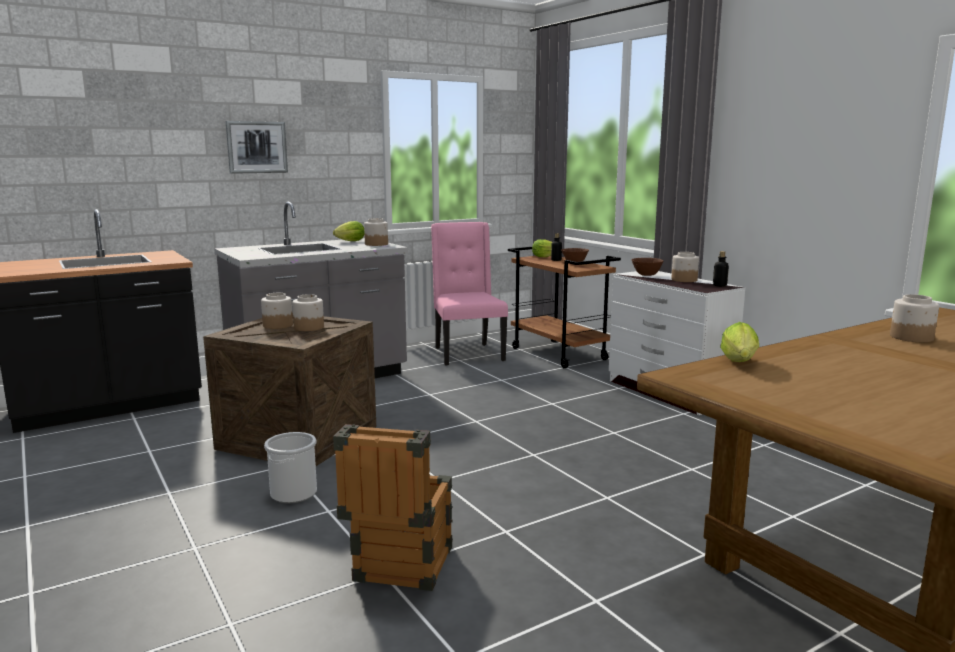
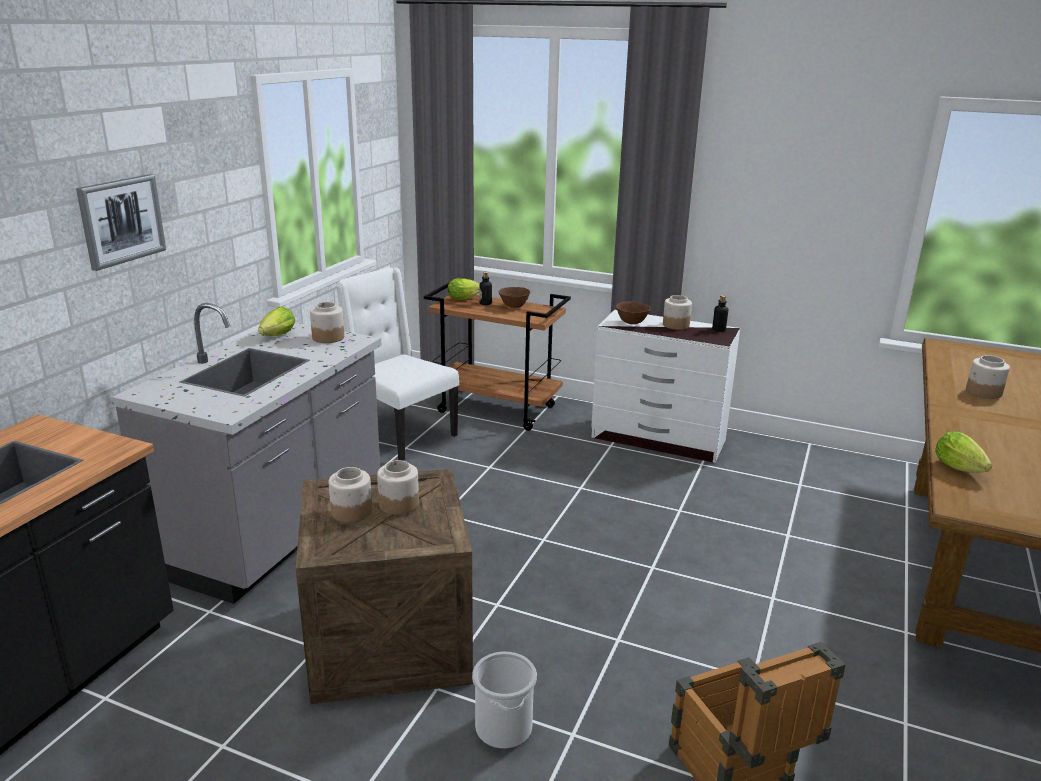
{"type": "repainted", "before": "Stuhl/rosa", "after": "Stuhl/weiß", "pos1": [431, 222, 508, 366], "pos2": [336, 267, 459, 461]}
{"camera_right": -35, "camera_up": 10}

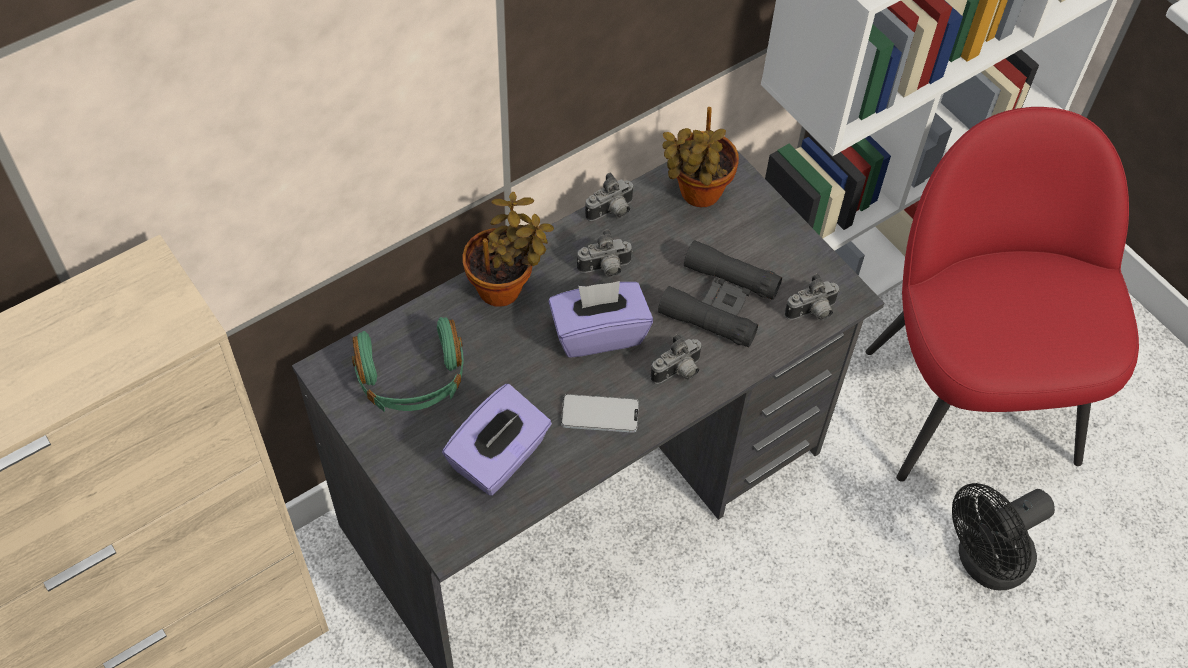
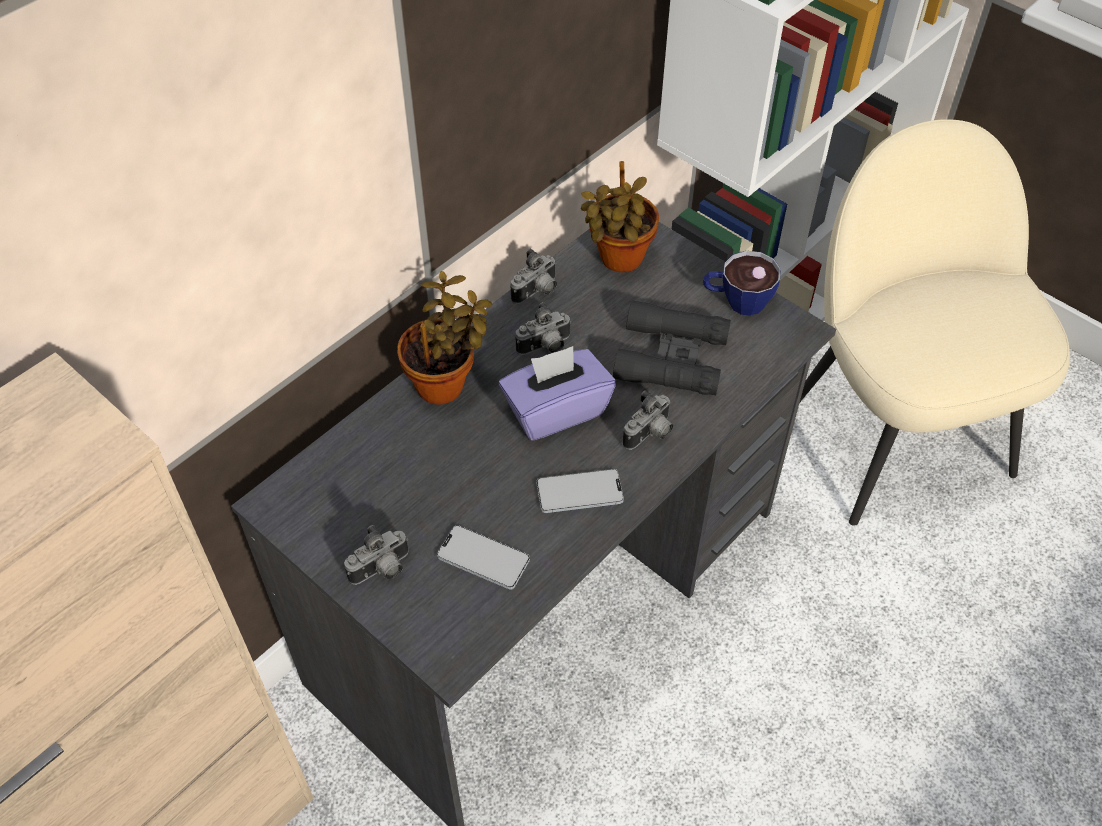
{"type": "gone", "before": "Kopfhörer/grün", "pos1": [352, 317, 464, 412]}
{"type": "swapped", "before": "Taschentuchbox/lila", "after": "Handy", "pos1": [442, 384, 552, 496], "pos2": [437, 525, 530, 590]}
{"type": "shifted", "before": "Kamera", "pos1": [784, 273, 840, 321], "pos2": [344, 525, 409, 585]}
{"type": "repainted", "before": "Stuhl/rot", "after": "Stuhl/beige", "pos1": [866, 107, 1139, 481], "pos2": [800, 119, 1070, 526]}
{"type": "gone", "before": "Ventilator/schwarz", "pos1": [952, 483, 1055, 590]}
{"type": "new", "after": "Tasse", "pos2": [703, 251, 781, 316]}
{"camera_right": -10, "camera_up": -5}

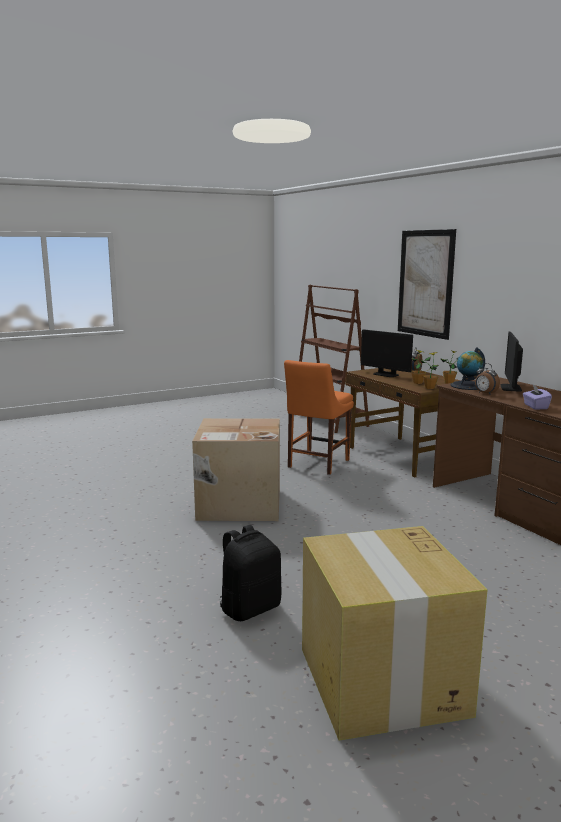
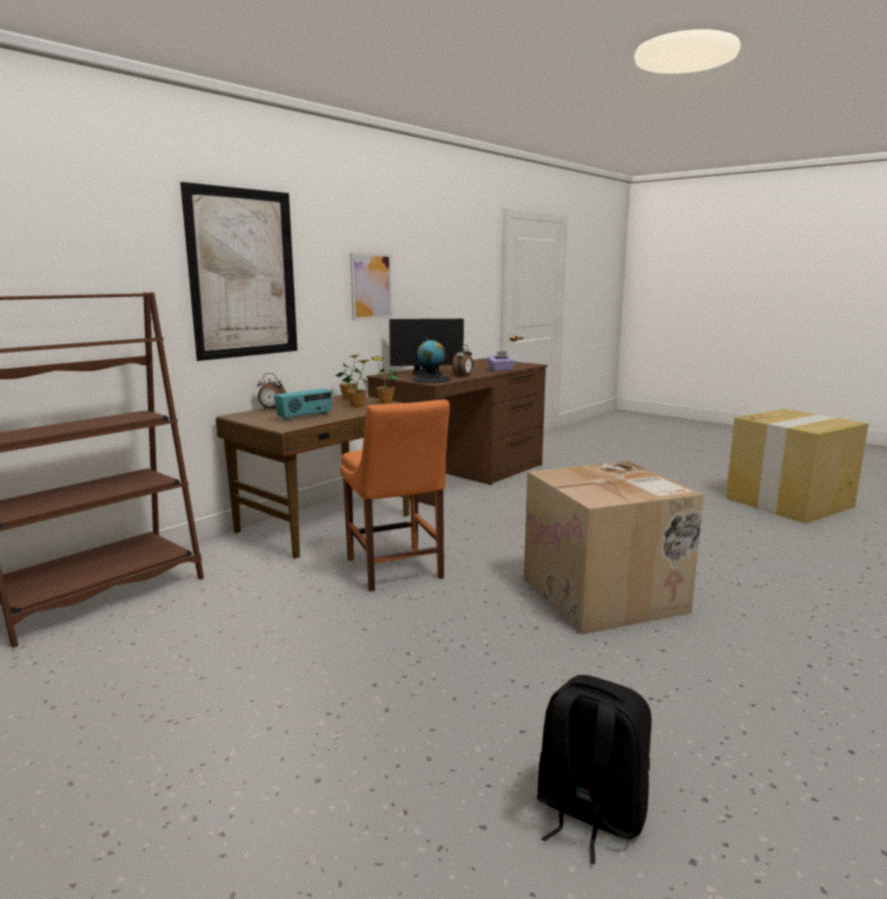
{"type": "shifted", "before": "Rucksack/schwarz", "pos1": [220, 525, 281, 621], "pos2": [536, 675, 652, 864]}
{"type": "rotated", "before": "Stuhl/orange", "pos1": [284, 360, 354, 475], "pos2": [340, 400, 450, 591], "turn": 60}
{"type": "swapped", "before": "Monitor", "after": "Radio", "pos1": [361, 329, 413, 377], "pos2": [274, 388, 332, 421]}
{"type": "new", "after": "Bild", "pos2": [350, 253, 392, 321]}
{"camera_right": -110, "camera_up": 0}

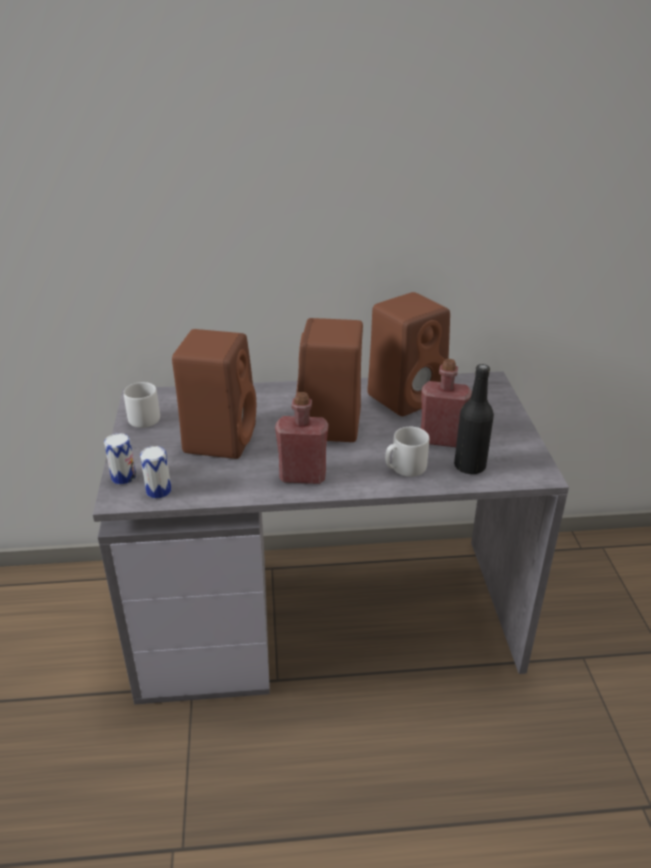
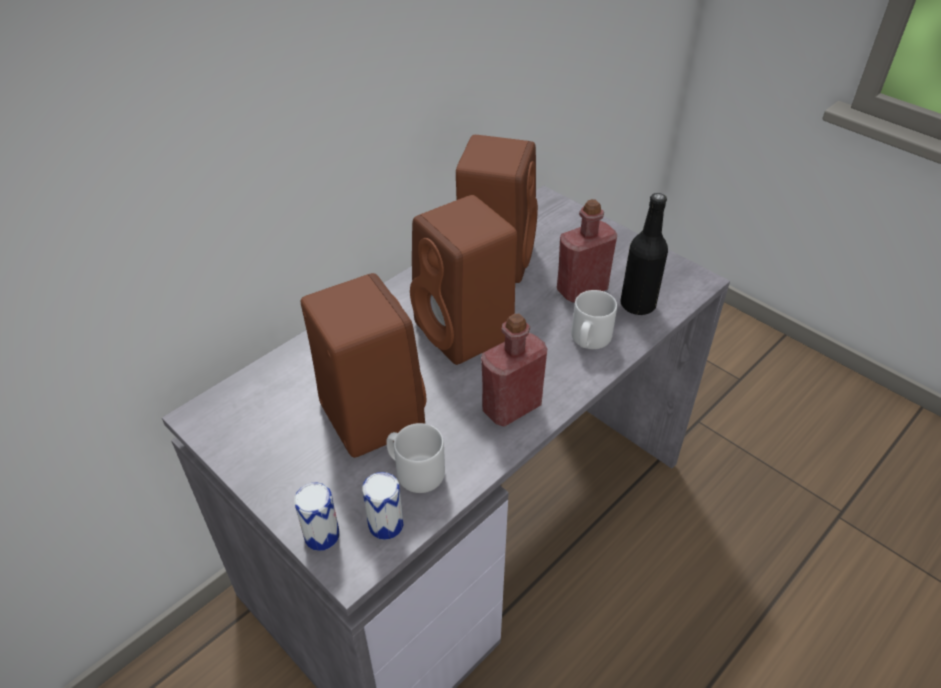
{"type": "shifted", "before": "Henkelbecher/grau", "pos1": [123, 382, 160, 428], "pos2": [386, 423, 445, 493]}
{"camera_right": -40, "camera_up": 10}

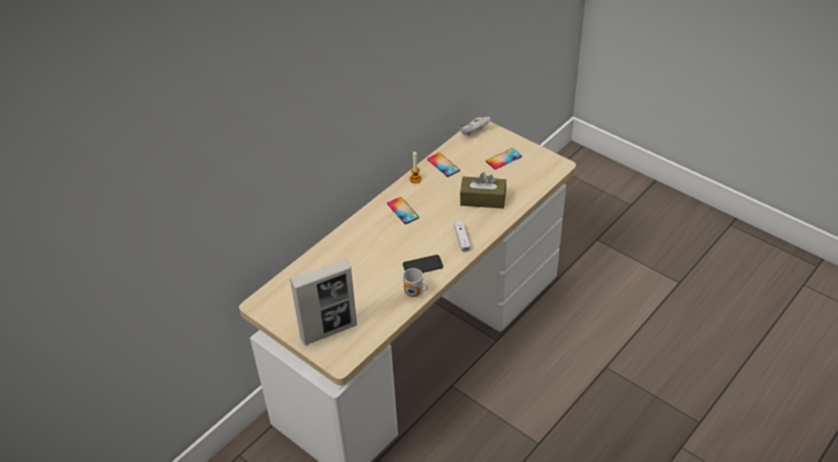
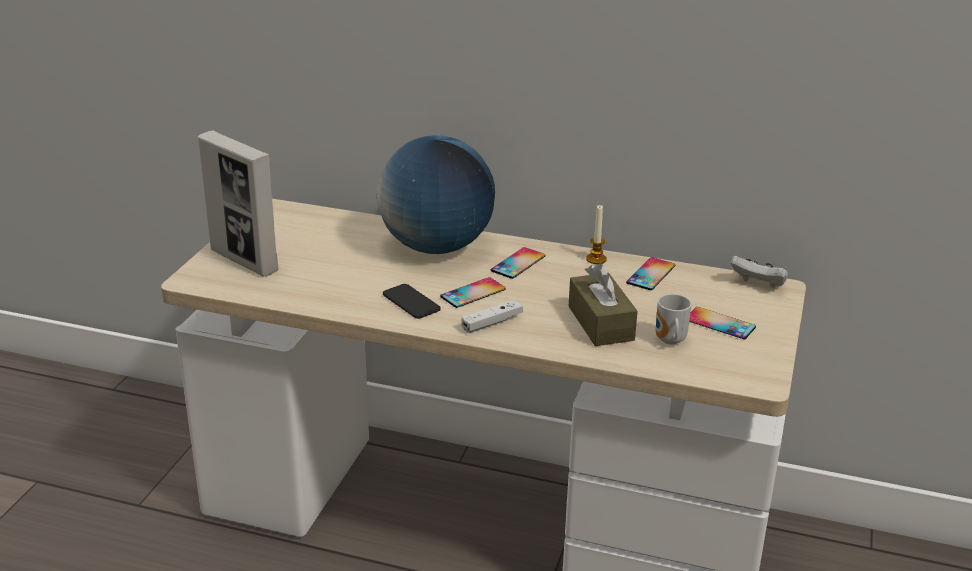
{"type": "shifted", "before": "Henkelbecher", "pos1": [403, 268, 428, 297], "pos2": [656, 294, 692, 345]}
{"type": "new", "after": "Globus", "pos2": [377, 135, 495, 254]}
{"type": "new", "after": "Handy", "pos2": [440, 277, 506, 308]}
{"camera_right": 65, "camera_up": -15}

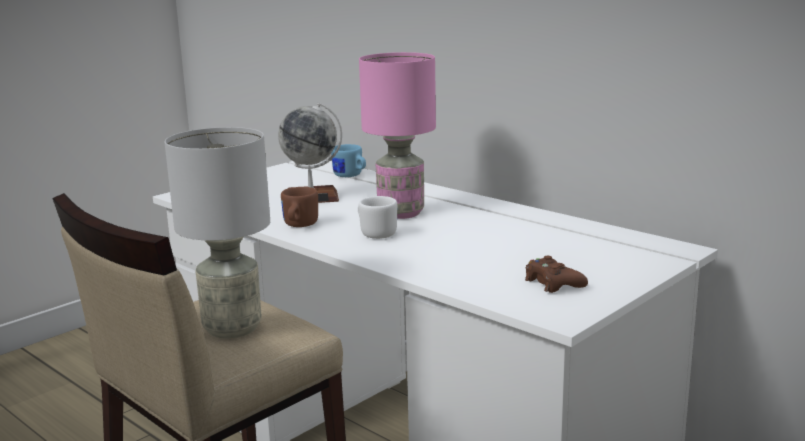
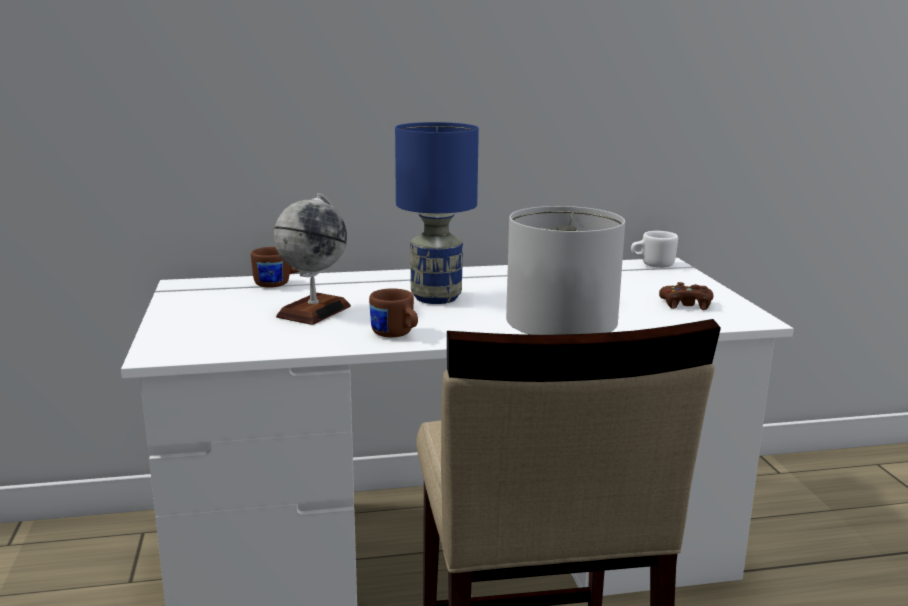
{"type": "repainted", "before": "Henkelbecher/blau", "after": "Henkelbecher/braun", "pos1": [331, 144, 366, 177], "pos2": [251, 247, 299, 288]}
{"type": "shifted", "before": "Henkelbecher/weiß", "pos1": [358, 196, 397, 239], "pos2": [631, 231, 678, 268]}
{"type": "repainted", "before": "Tischlampe/rosa", "after": "Tischlampe/blau", "pos1": [359, 52, 436, 219], "pos2": [395, 122, 479, 304]}
{"camera_right": -55, "camera_up": 0}

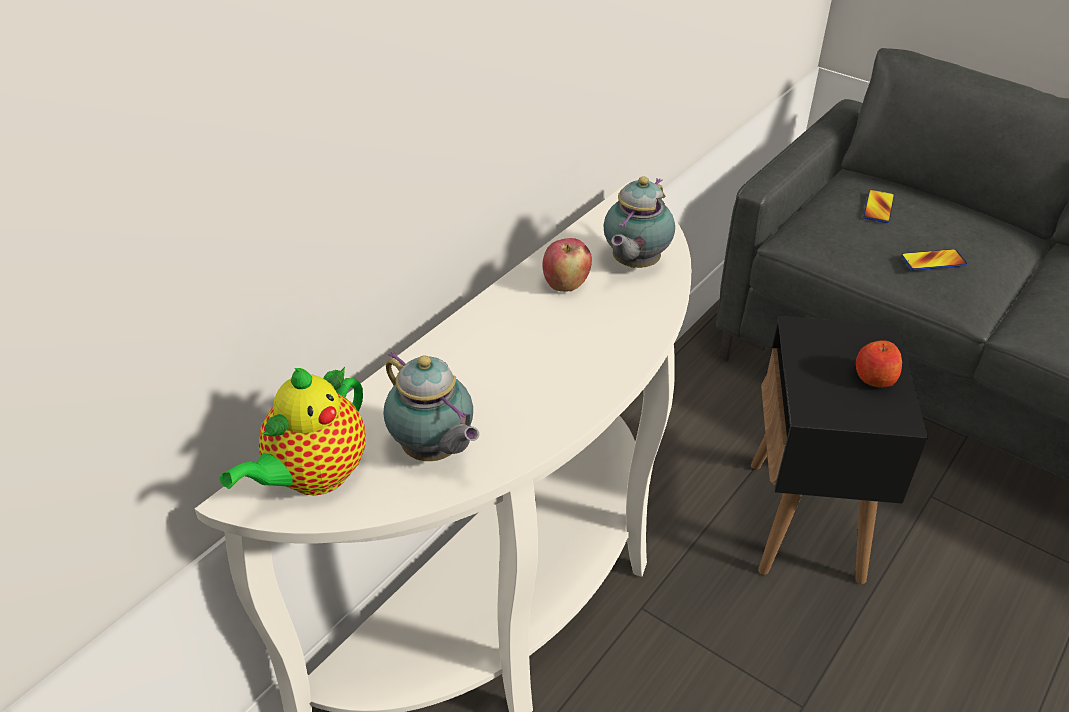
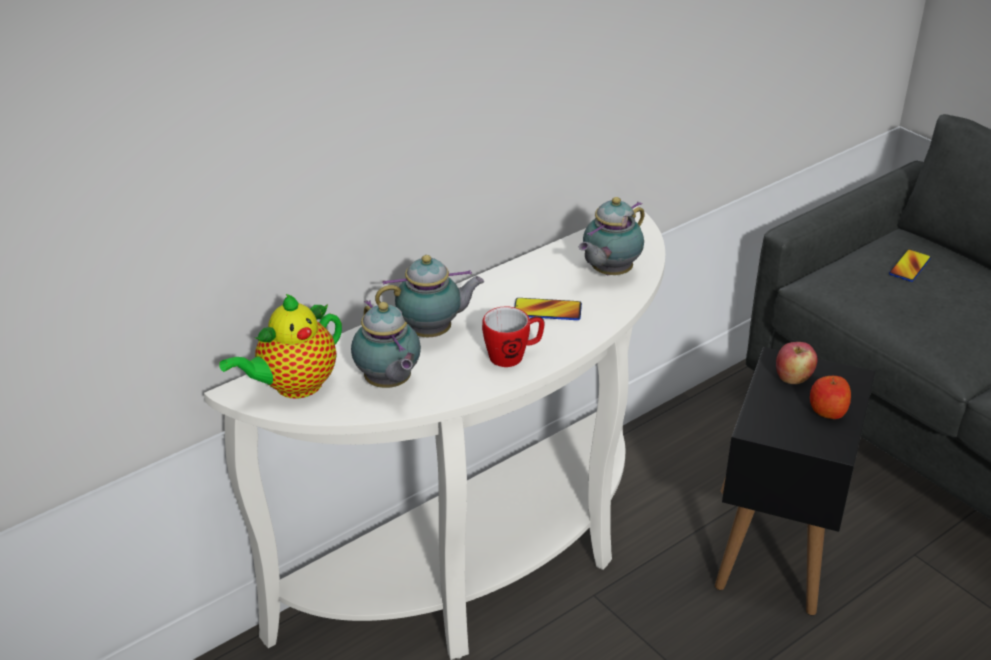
{"type": "shifted", "before": "Apfel", "pos1": [542, 238, 592, 292], "pos2": [776, 342, 817, 384]}
{"type": "shifted", "before": "Handy", "pos1": [901, 249, 967, 270], "pos2": [514, 298, 582, 320]}
{"type": "new", "after": "Teekanne", "pos2": [375, 255, 484, 337]}
{"type": "new", "after": "Henkelbecher", "pos2": [482, 307, 545, 367]}
{"camera_right": 15, "camera_up": -5}

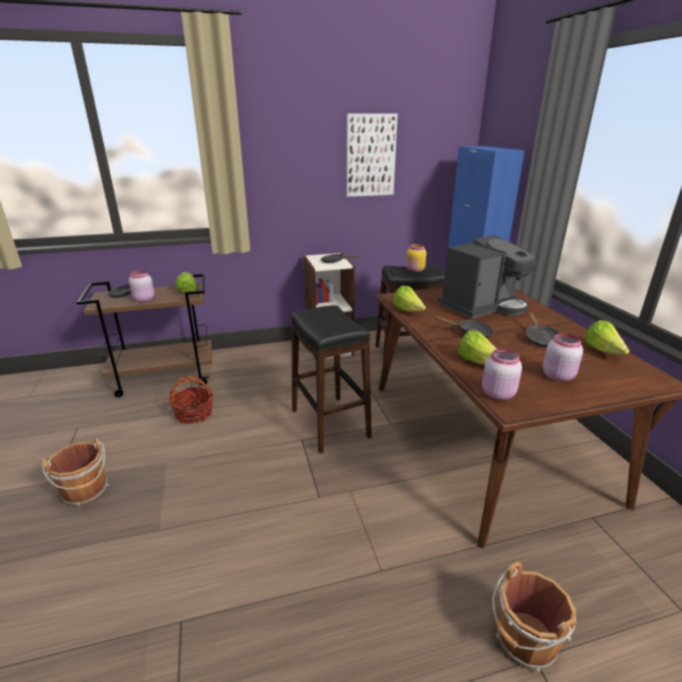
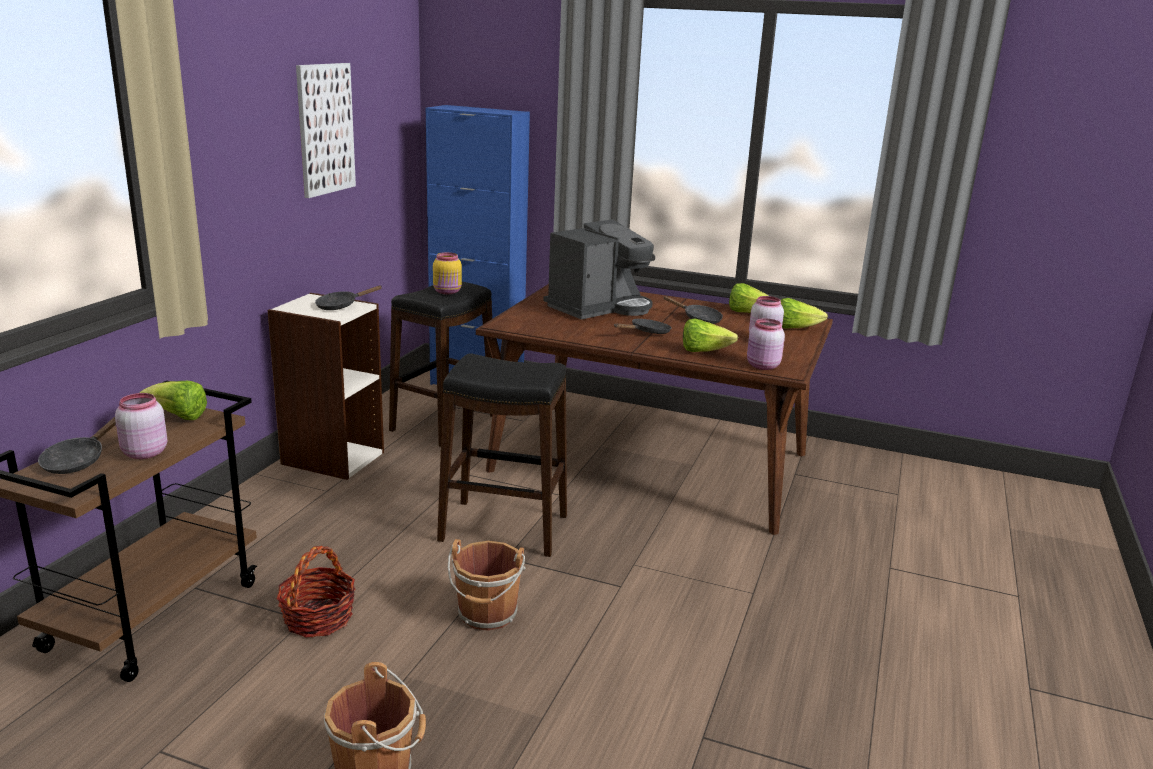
{"type": "shifted", "before": "Salatkopf", "pos1": [393, 286, 426, 312], "pos2": [781, 298, 828, 329]}
{"type": "rotated", "before": "Kaffeemaschine", "pos1": [438, 235, 536, 319], "pos2": [543, 219, 655, 320], "turn": 45}
{"type": "shifted", "before": "Eimer/braun", "pos1": [492, 562, 577, 672], "pos2": [448, 539, 526, 631]}
{"camera_right": -55, "camera_up": -5}

